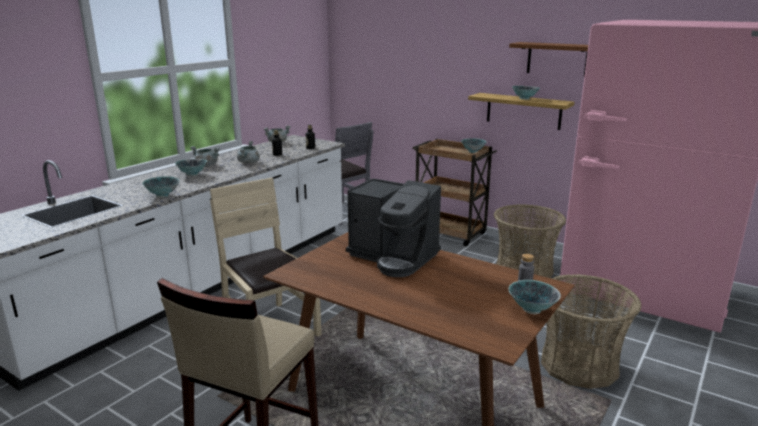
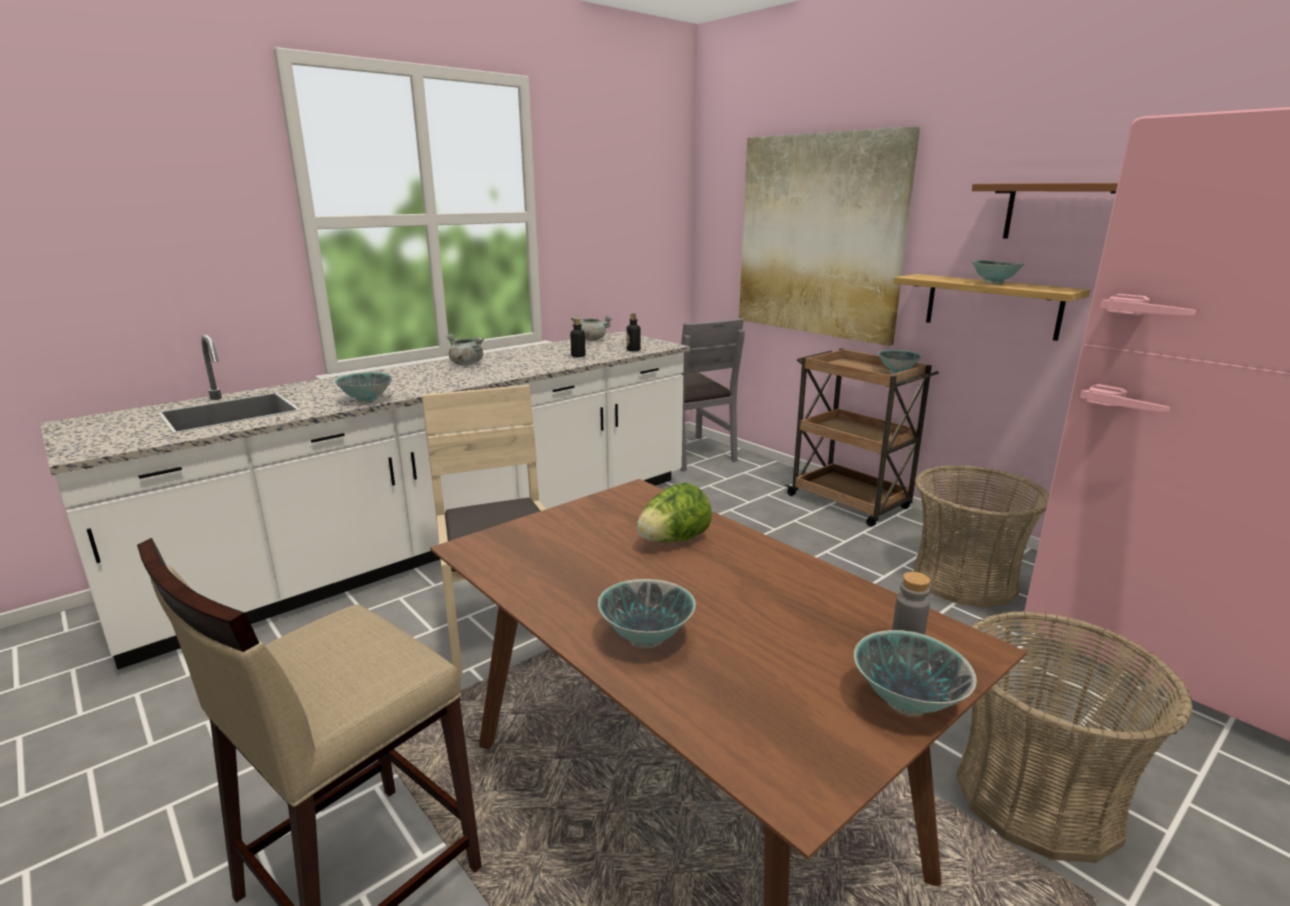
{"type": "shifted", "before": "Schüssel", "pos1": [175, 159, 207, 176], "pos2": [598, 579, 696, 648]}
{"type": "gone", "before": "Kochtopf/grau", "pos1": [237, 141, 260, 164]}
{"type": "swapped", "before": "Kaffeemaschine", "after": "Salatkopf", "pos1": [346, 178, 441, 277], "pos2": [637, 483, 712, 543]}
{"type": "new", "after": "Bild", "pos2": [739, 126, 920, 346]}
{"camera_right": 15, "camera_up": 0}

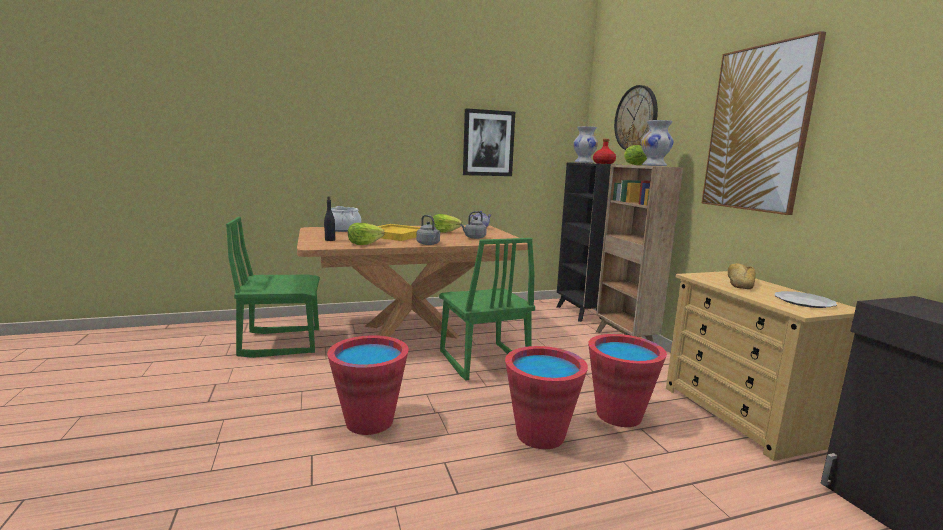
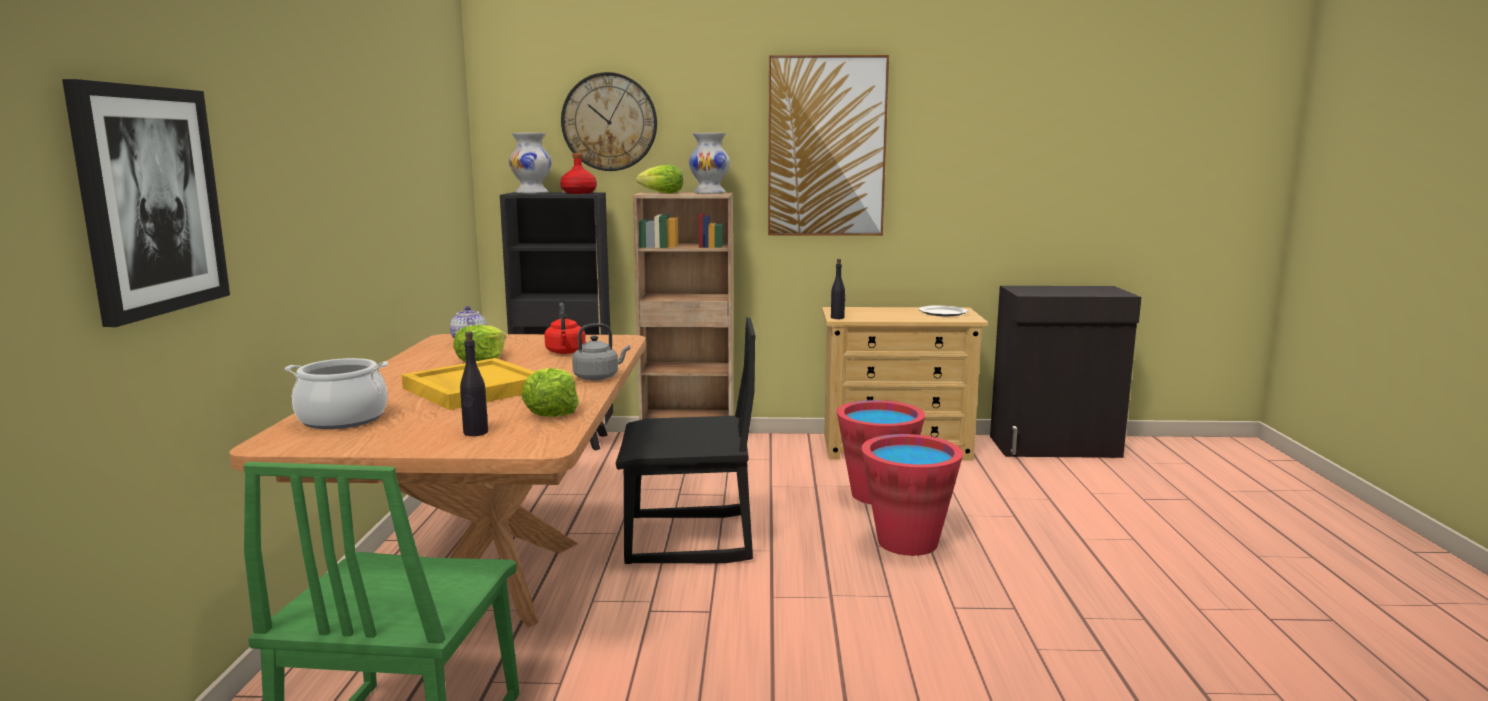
{"type": "gone", "before": "Eimer/rot", "pos1": [327, 335, 409, 435]}
{"type": "repainted", "before": "Stuhl/grün", "after": "Stuhl/schwarz", "pos1": [439, 238, 535, 380], "pos2": [616, 317, 756, 564]}
{"type": "repainted", "before": "Wasserkessel/grau", "after": "Wasserkessel/rot", "pos1": [460, 211, 487, 239], "pos2": [544, 302, 585, 354]}
{"type": "shifted", "before": "Bild", "pos1": [463, 108, 515, 176], "pos2": [62, 79, 230, 327]}
{"type": "gone", "before": "Brot", "pos1": [728, 263, 756, 289]}
{"type": "new", "after": "Flasche/schwarz", "pos2": [831, 259, 846, 319]}
{"camera_right": -70, "camera_up": 0}

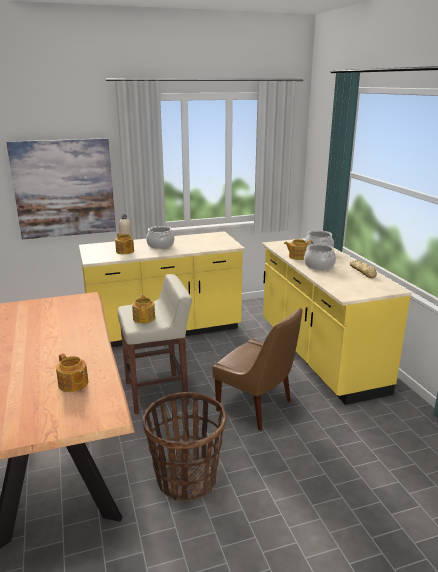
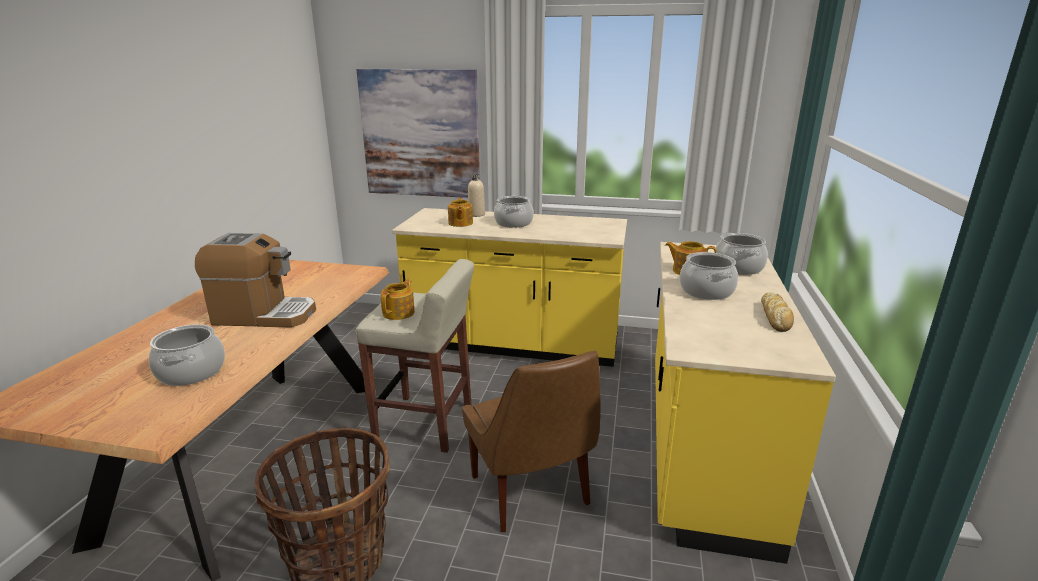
{"type": "swapped", "before": "Teekanne", "after": "Kochtopf", "pos1": [56, 353, 88, 392], "pos2": [149, 324, 225, 386]}
{"type": "new", "after": "Kaffeemaschine", "pos2": [195, 233, 316, 328]}
{"camera_right": 30, "camera_up": 0}

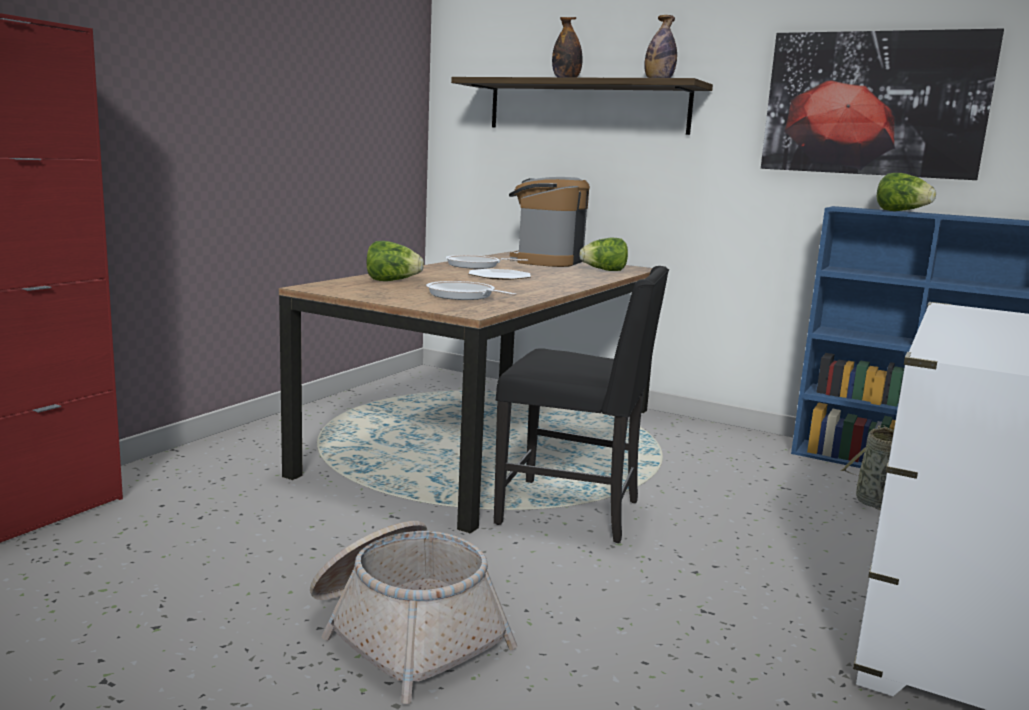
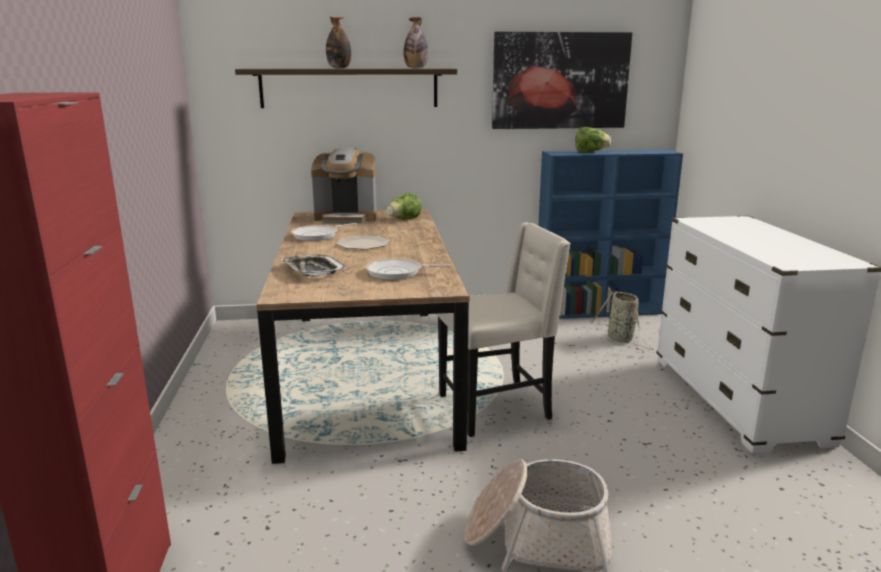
{"type": "swapped", "before": "Salatkopf", "after": "Tablett", "pos1": [366, 241, 424, 281], "pos2": [281, 254, 346, 277]}
{"type": "repainted", "before": "Stuhl/schwarz", "after": "Stuhl/beige", "pos1": [494, 266, 669, 543], "pos2": [437, 222, 571, 437]}
{"type": "rotated", "before": "Kaffeemaschine", "pos1": [509, 177, 590, 267], "pos2": [311, 147, 377, 223], "turn": -75}
{"camera_right": -35, "camera_up": 5}

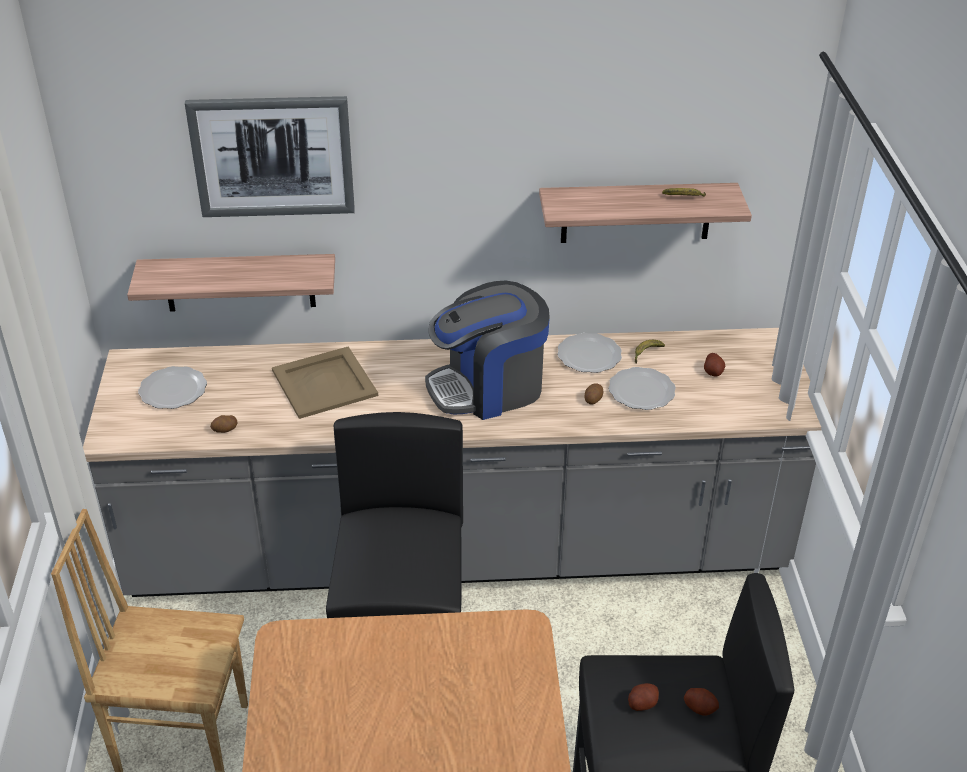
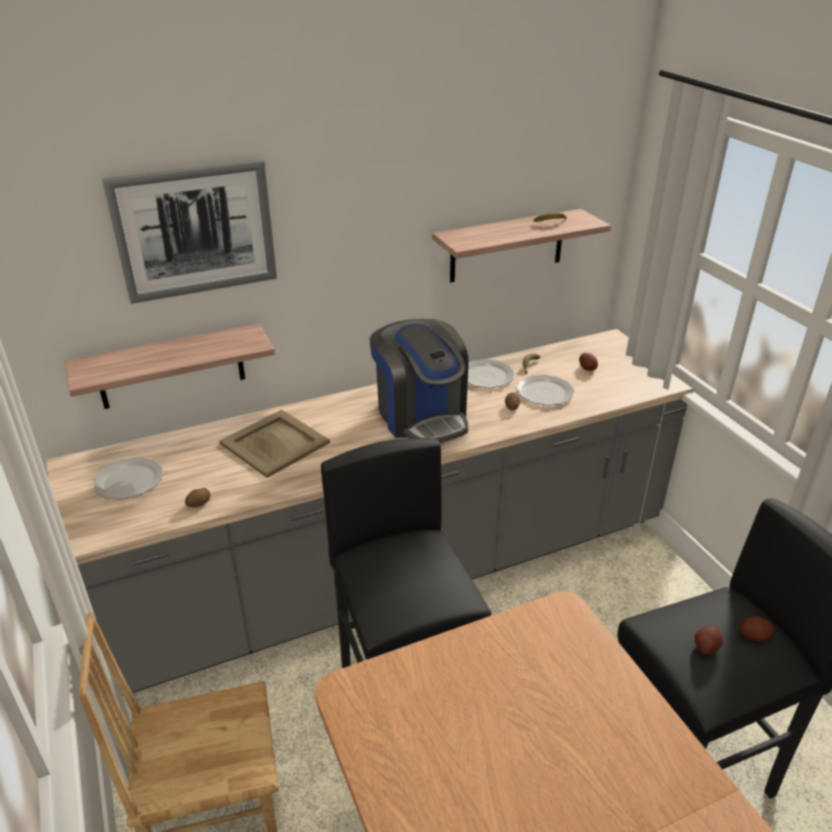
{"type": "rotated", "before": "Kaffeemaschine", "pos1": [425, 281, 550, 420], "pos2": [370, 319, 469, 443], "turn": -75}
{"camera_right": -20, "camera_up": -5}

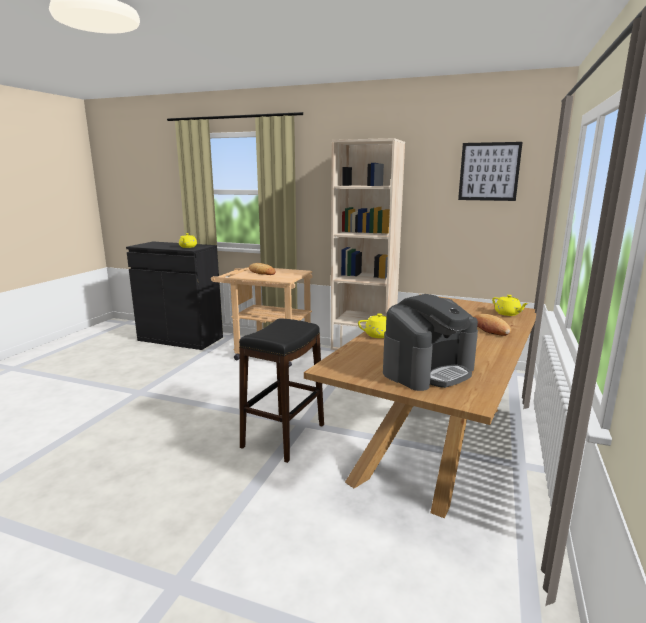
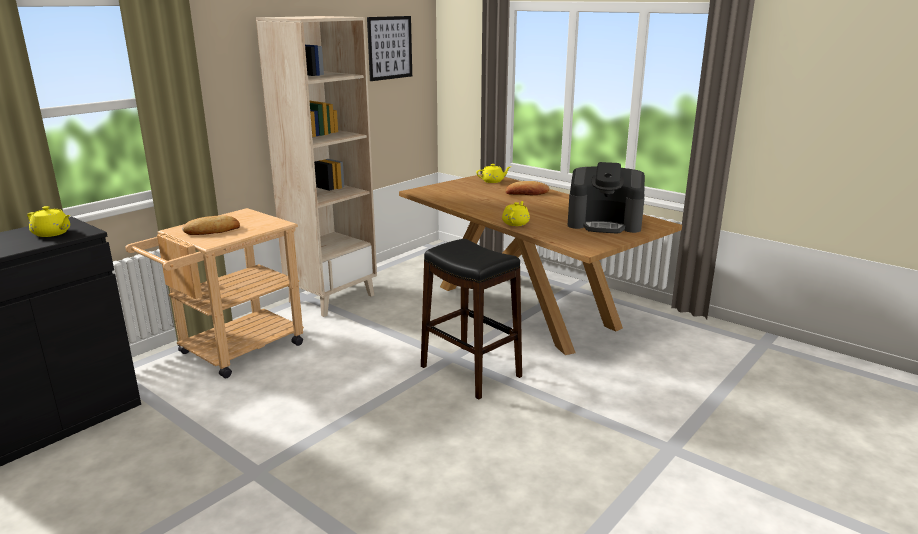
{"type": "rotated", "before": "Kaffeemaschine", "pos1": [383, 294, 478, 391], "pos2": [567, 162, 645, 234], "turn": 120}
{"camera_right": -70, "camera_up": 5}

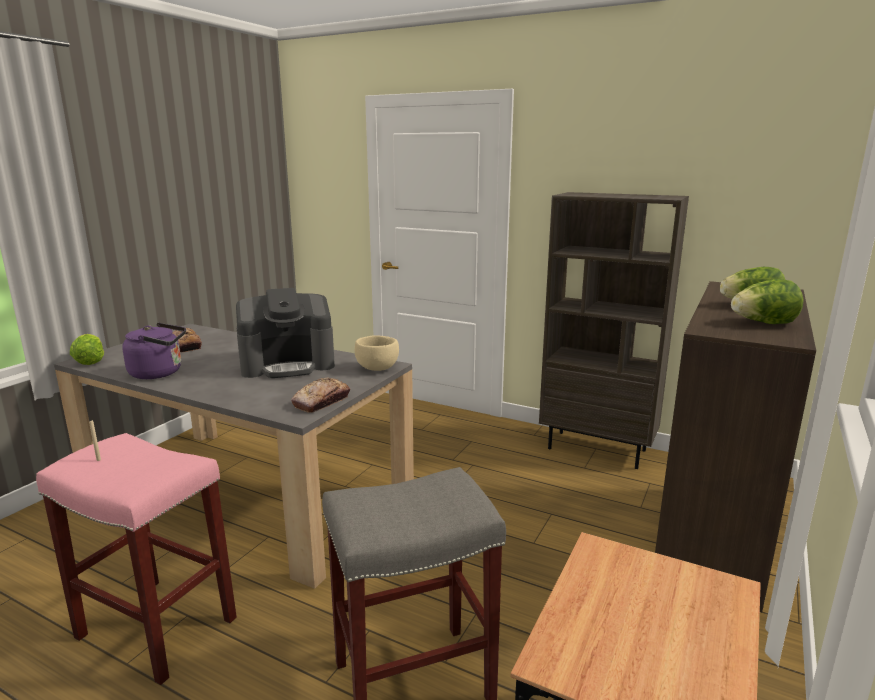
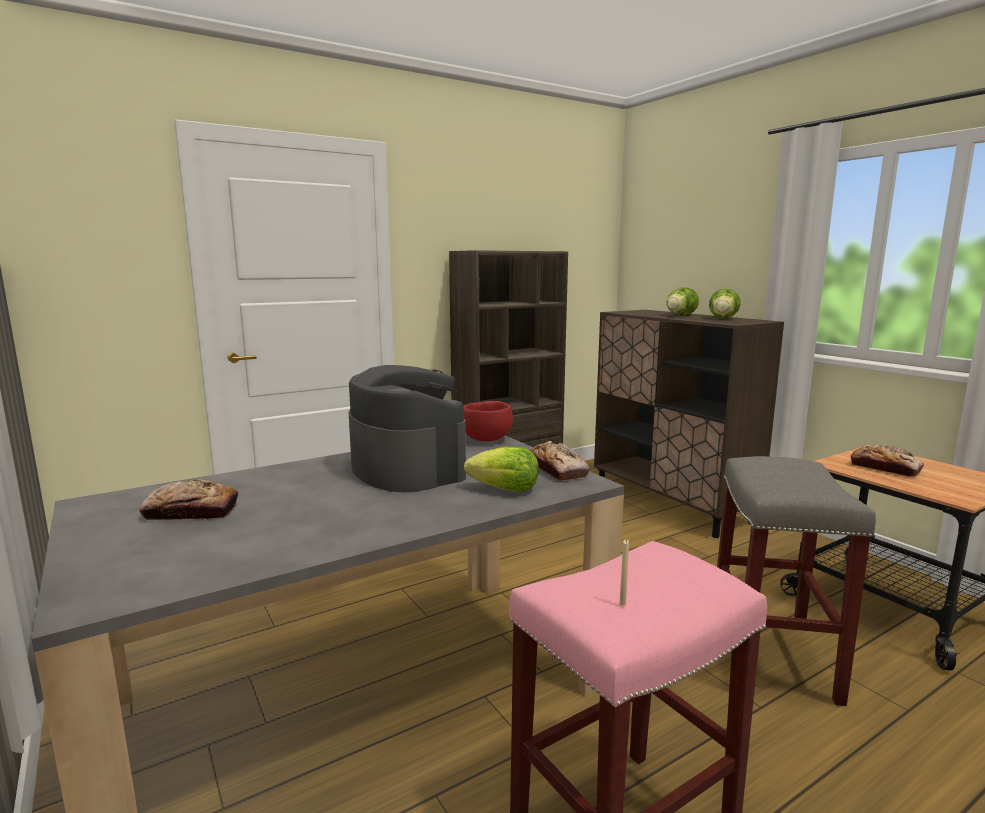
{"type": "shifted", "before": "Salatkopf", "pos1": [70, 334, 104, 365], "pos2": [464, 447, 539, 492]}
{"type": "gone", "before": "Wasserkessel/lila", "pos1": [122, 323, 186, 379]}
{"type": "rotated", "before": "Kaffeemaschine", "pos1": [236, 288, 335, 378], "pos2": [349, 365, 466, 492], "turn": -45}
{"type": "repainted", "before": "Schüssel/beige", "after": "Schüssel/rot", "pos1": [355, 335, 399, 371], "pos2": [464, 401, 513, 442]}
{"type": "new", "after": "Brot", "pos2": [851, 444, 924, 477]}
{"camera_right": -60, "camera_up": -5}

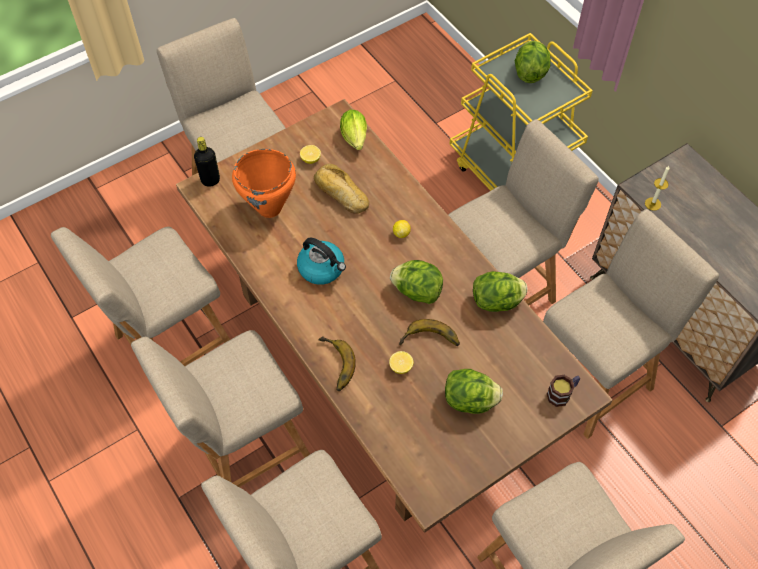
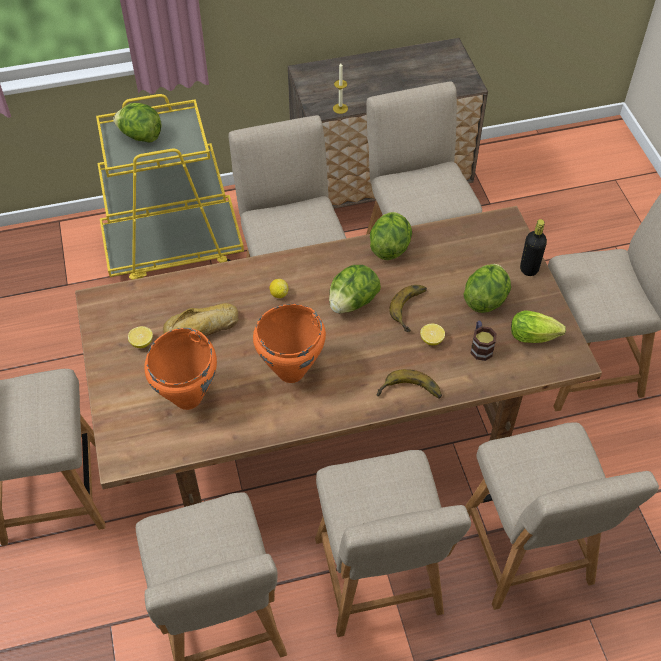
{"type": "shifted", "before": "Flasche/schwarz", "pos1": [194, 137, 220, 187], "pos2": [520, 219, 547, 276]}
{"type": "swapped", "before": "Wasserkessel", "after": "Kochtopf/orange", "pos1": [297, 238, 346, 285], "pos2": [253, 304, 326, 383]}
{"type": "shifted", "before": "Salatkopf", "pos1": [340, 110, 367, 150], "pos2": [511, 310, 566, 343]}
{"type": "shifted", "before": "Henkelbecher", "pos1": [547, 375, 580, 407], "pos2": [471, 321, 497, 361]}
{"camera_right": -70, "camera_up": -5}

